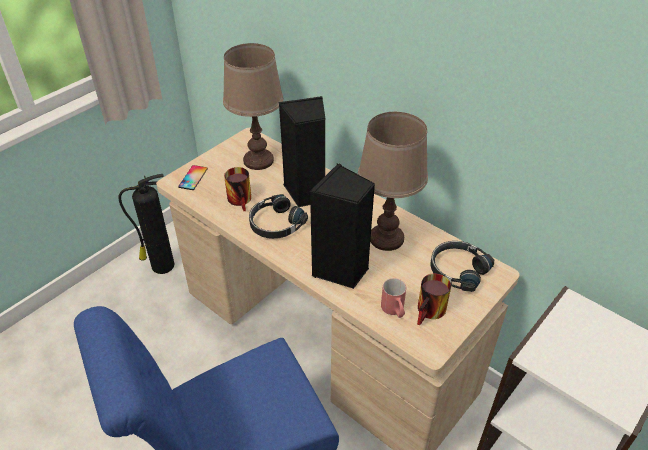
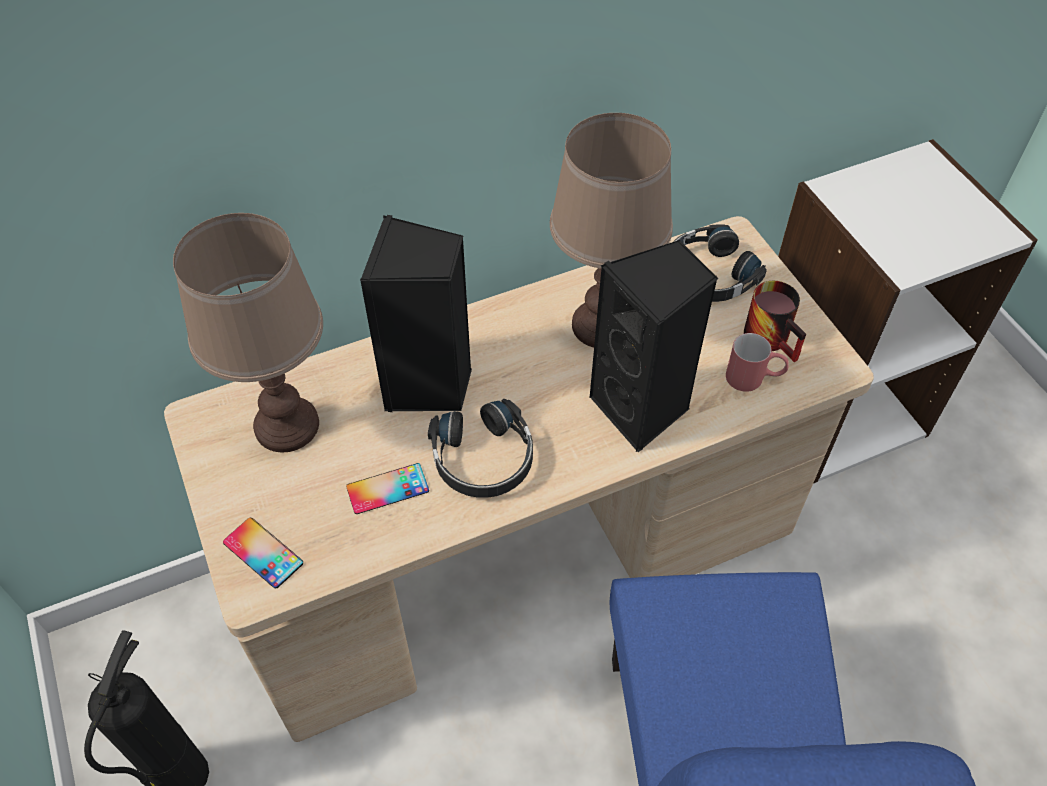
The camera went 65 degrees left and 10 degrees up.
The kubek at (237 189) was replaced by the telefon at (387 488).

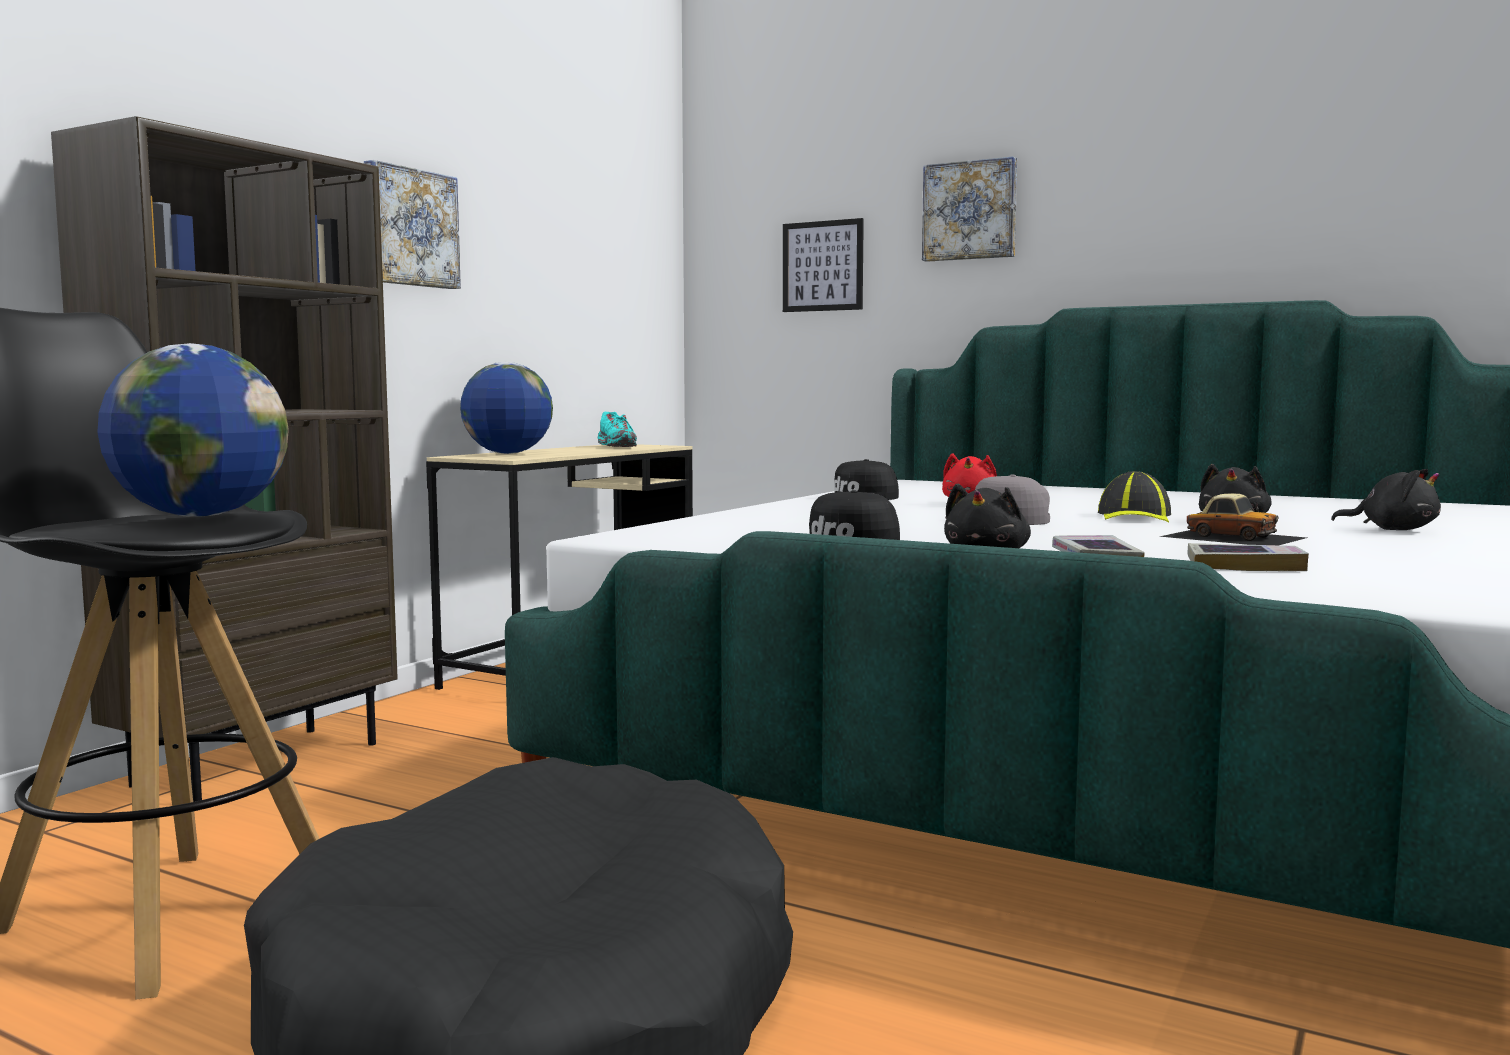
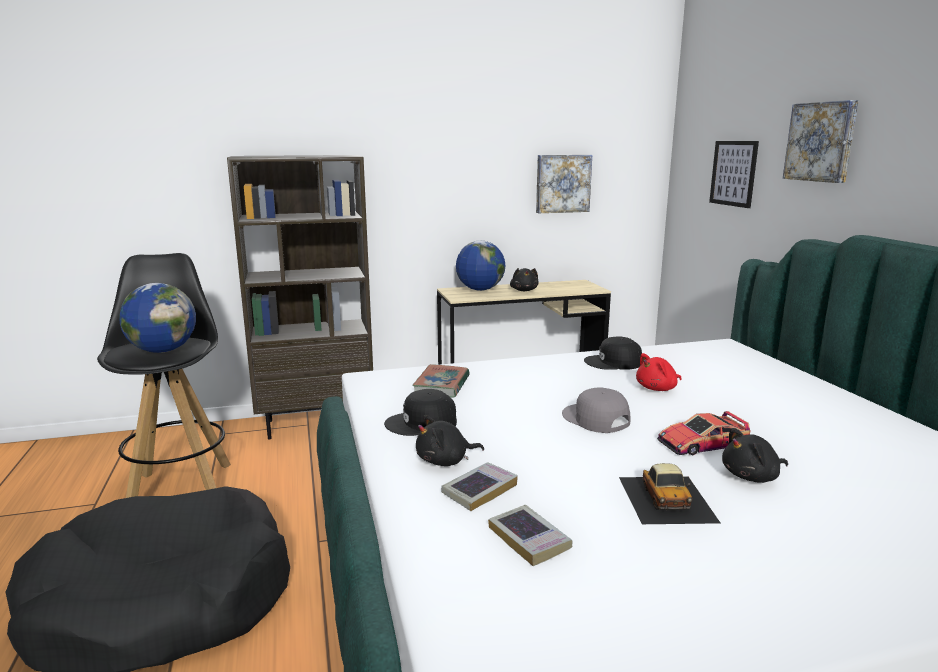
The camera went 45 degrees right and 10 degrees up.
The obraz moved from (412 224) to (564 184).
The but/turkusowy at (617 429) disappeared.
The pluszak/czarny moved from (1386 499) to (524 279).
The czapka z daszkiem at (1134 496) was replaced by the samochodzik at (704 433).
The książka at (441 380) appeared.

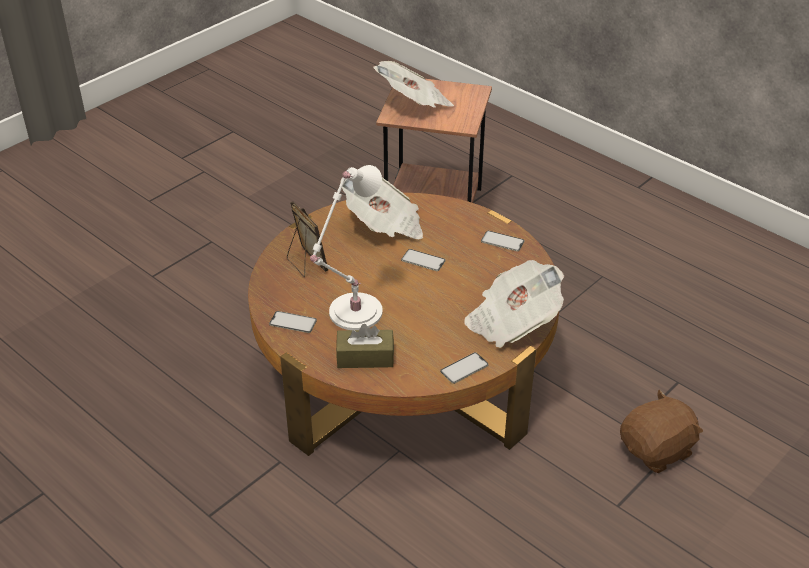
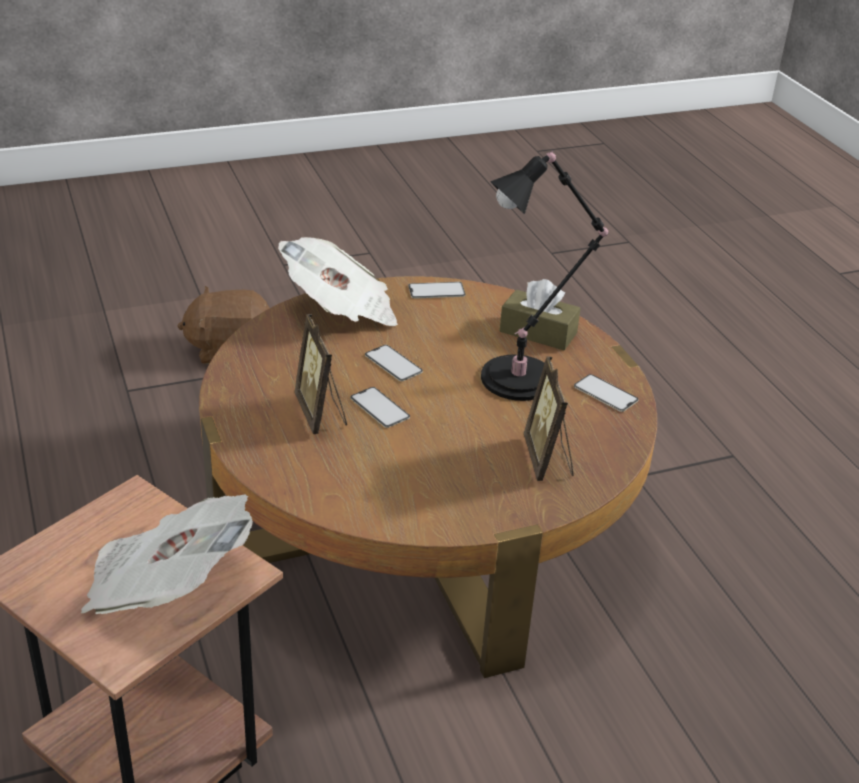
The camera went 155 degrees left and 5 degrees down.
The lampa stołowa/biały at (346 247) became the lampa stołowa/czarny at (544 275).
The gazeta at (381 208) disappeared.
The telefon moved from (503 241) to (394 363).
The ramka na zdjęcie at (320 374) appeared.

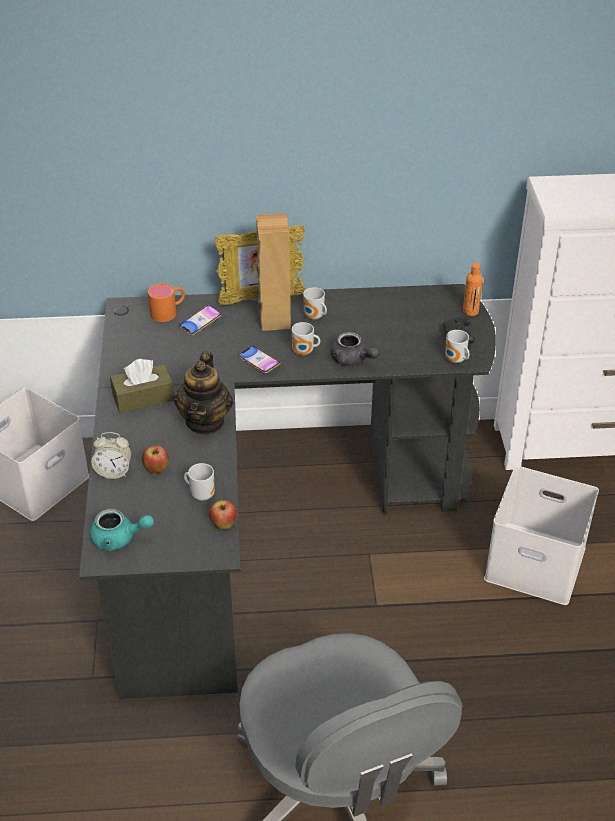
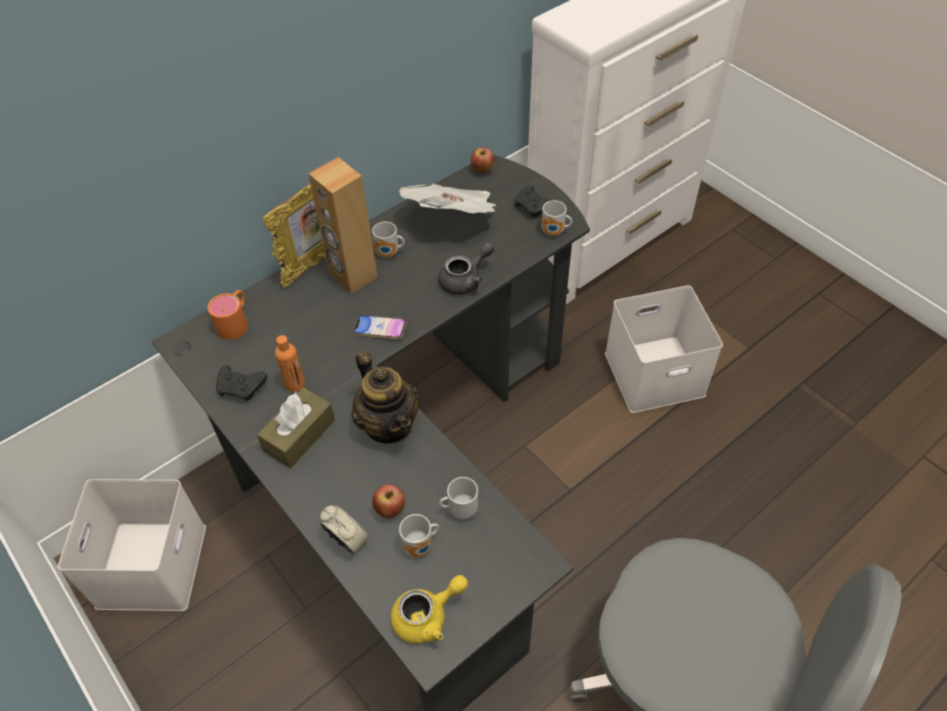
The camera went 35 degrees left and 10 degrees up.
The butelka/pomarańczowy moved from (473 289) to (290 363).
The telefon at (200 320) disappeared.
The kubek moved from (306 339) to (419 535).
The imbryk/szary at (355 349) turned 45 degrees counterclockwise.
The budzik at (111 455) turned 105 degrees counterclockwise.
The jabłko moved from (223 515) to (482 161).
The imbryk/turkusowy at (122 530) became the imbryk/żółty at (429 609).
The gazeta at (447 198) appeared.
The pad do gier/czarny at (241 383) appeared.

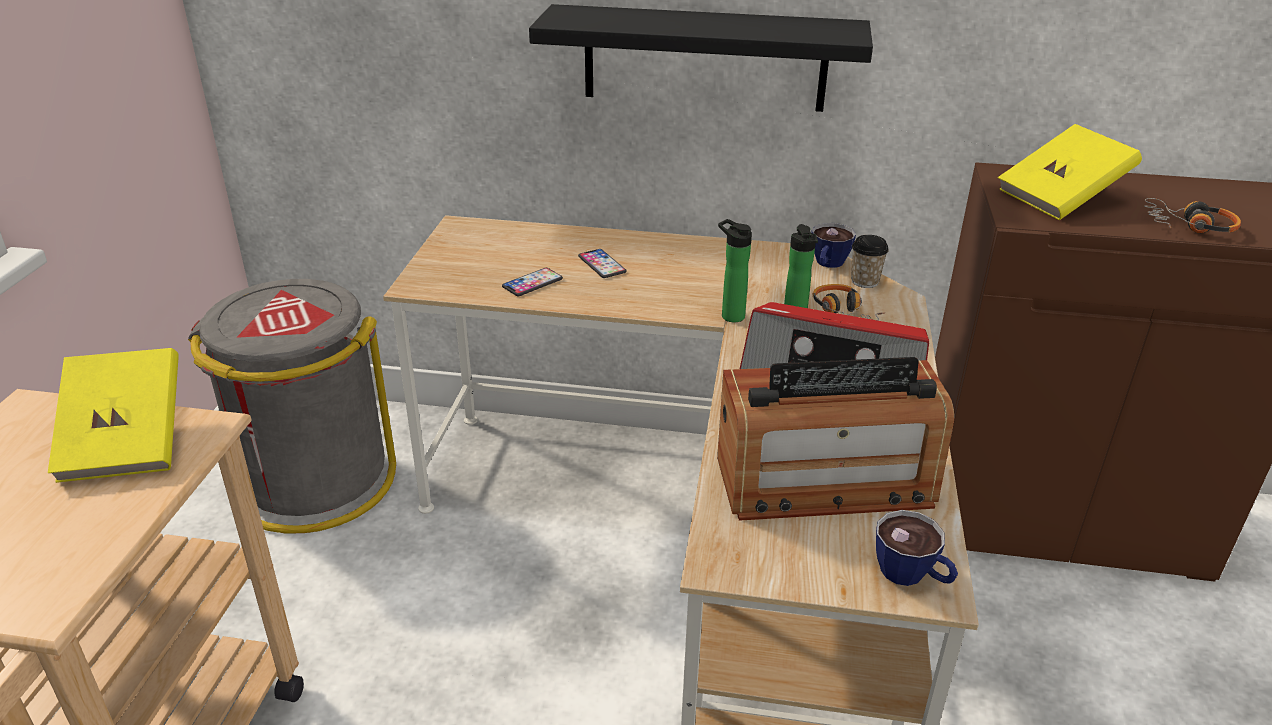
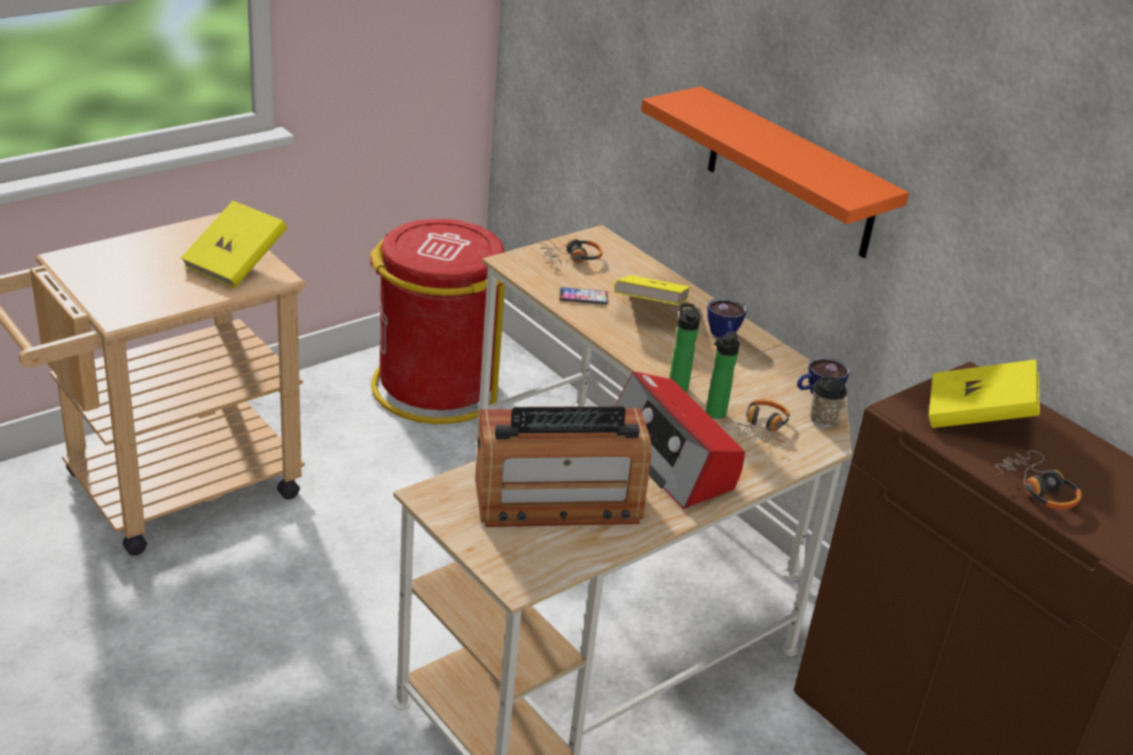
The camera went 40 degrees right and 0 degrees up.
The półka/czarny at (701 58) became the półka/pomarańczowy at (775 172).
The telefon at (602 263) was replaced by the książka/żółty at (652 290).
The kosz na śmieci/szary at (292 406) became the kosz na śmieci/czerwony at (437 321).
The radio at (835 439) turned 45 degrees counterclockwise.
The filiżanka moved from (917 548) to (727 317).
The słuchawki at (571 251) appeared.

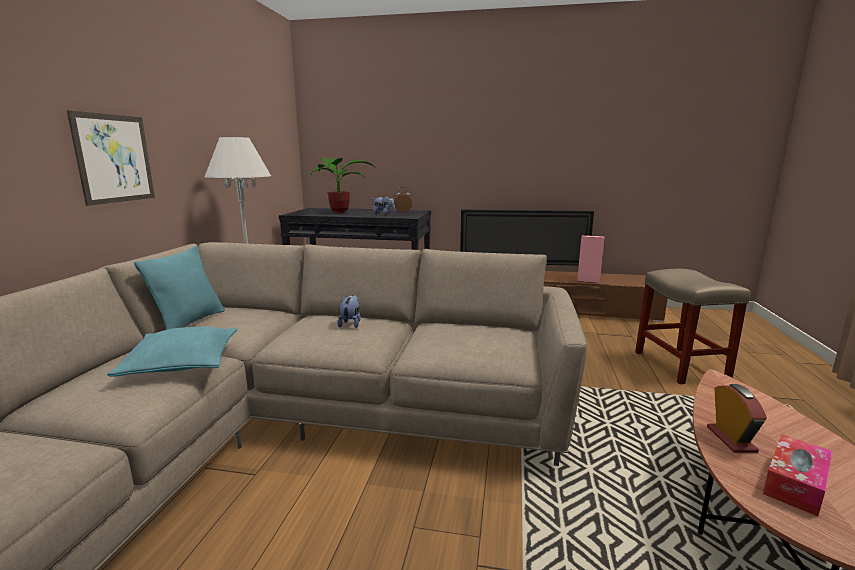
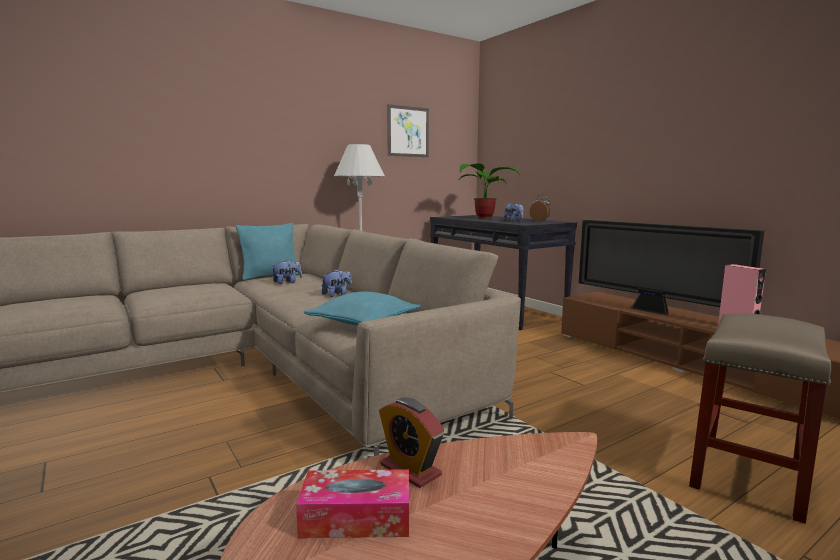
The camera went 45 degrees right and 5 degrees down.
The obraz moved from (111 158) to (408 130).
The poduszka/turkusowy moved from (172 352) to (362 308).
The budzik at (737 418) turned 90 degrees clockwise.
The pluszak at (286 272) appeared.

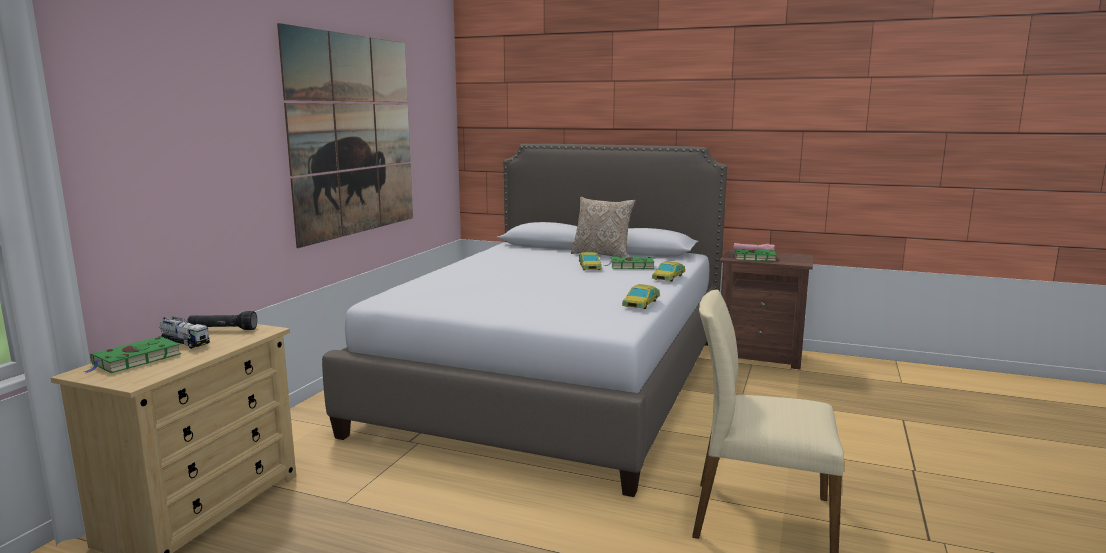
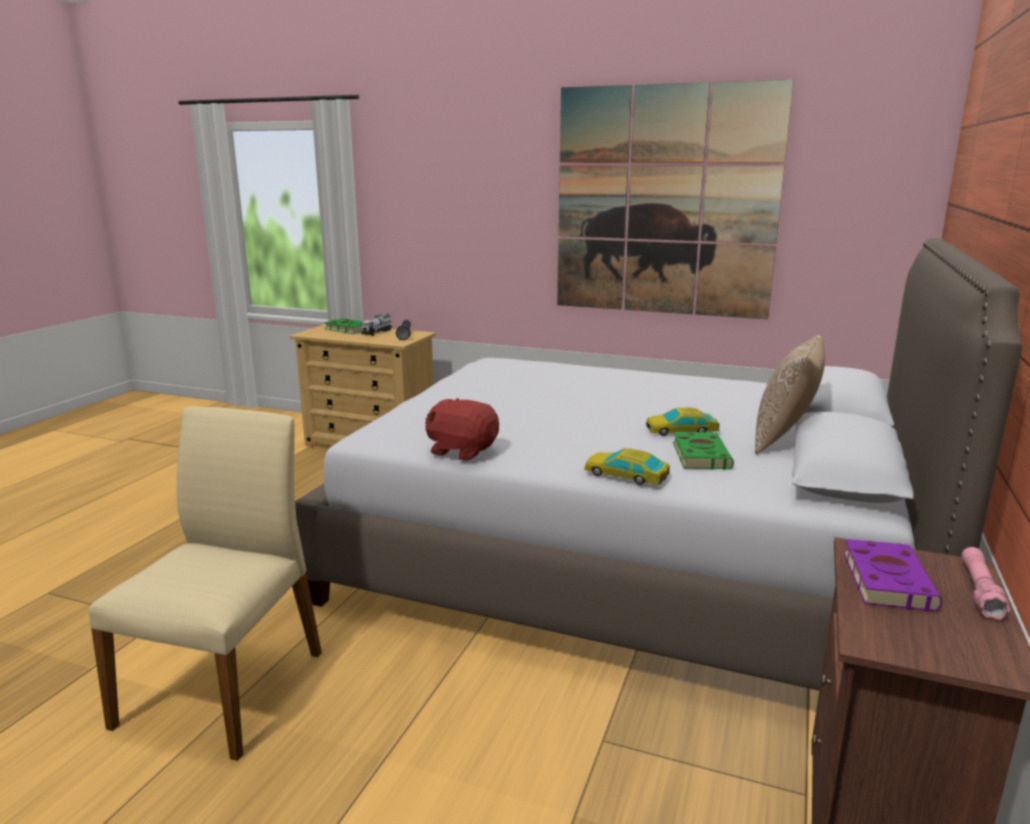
The camera went 90 degrees right and 5 degrees up.
The książka/zielony at (753 255) became the książka/fioletowy at (892 575).
The samochodzik at (641 296) was replaced by the pluszak/czerwony at (462 429).

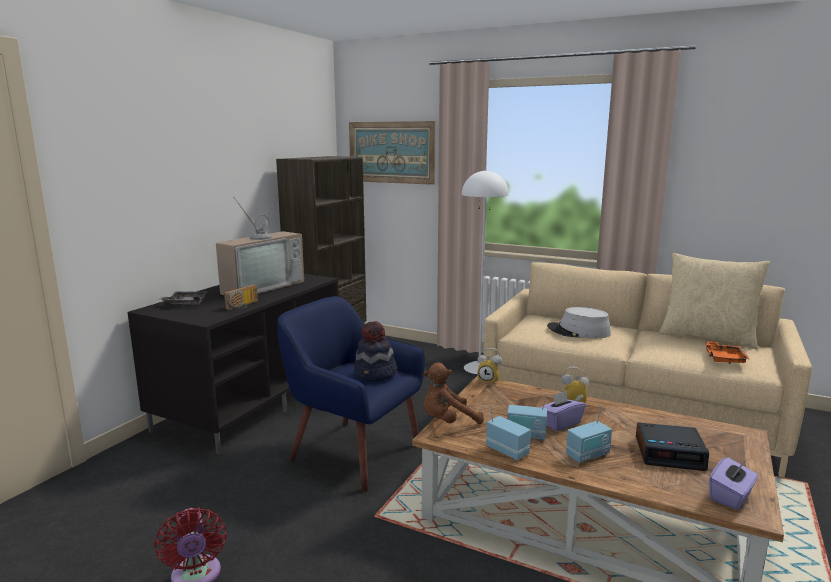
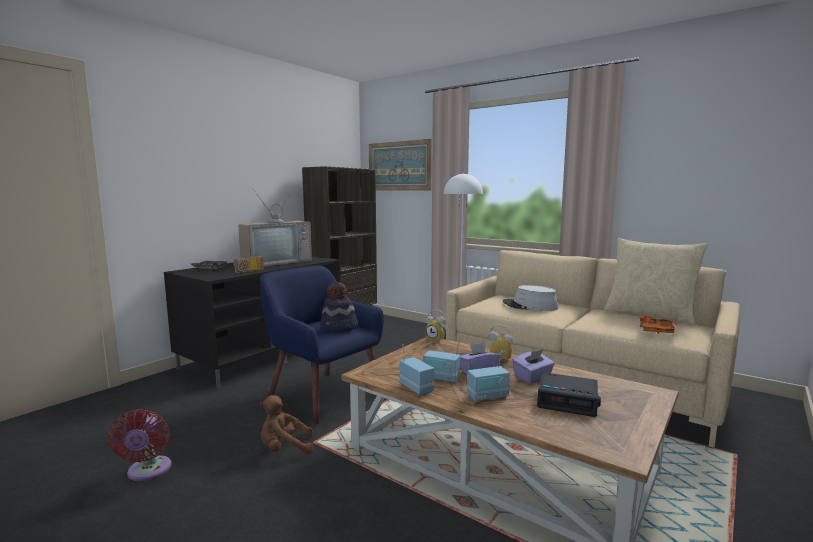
The camera went 10 degrees right and 5 degrees down.
The pluszak/brązowy moved from (453 393) to (286 425).
The pudełko chusteczek/fioletowy moved from (733 483) to (533 366).

